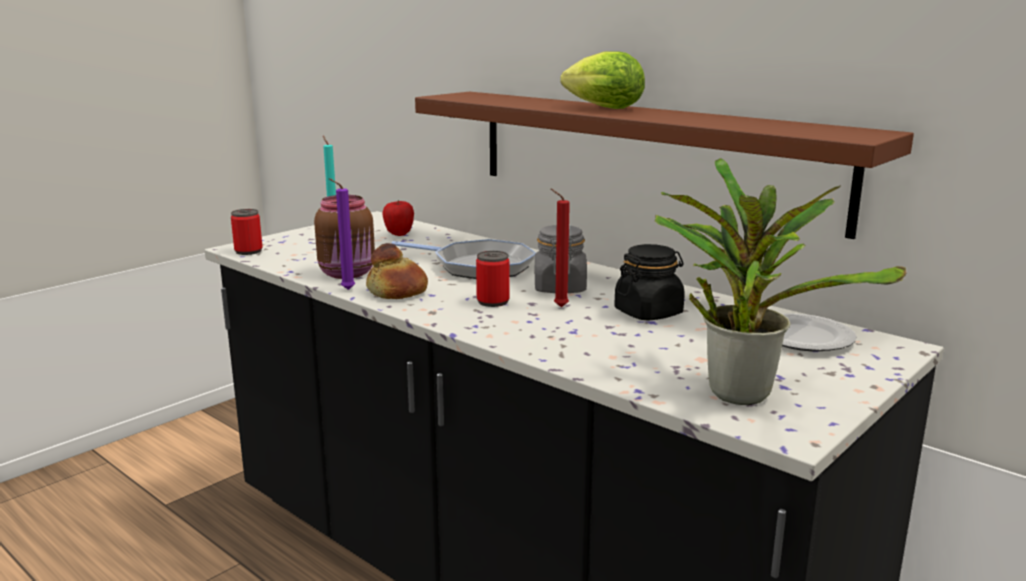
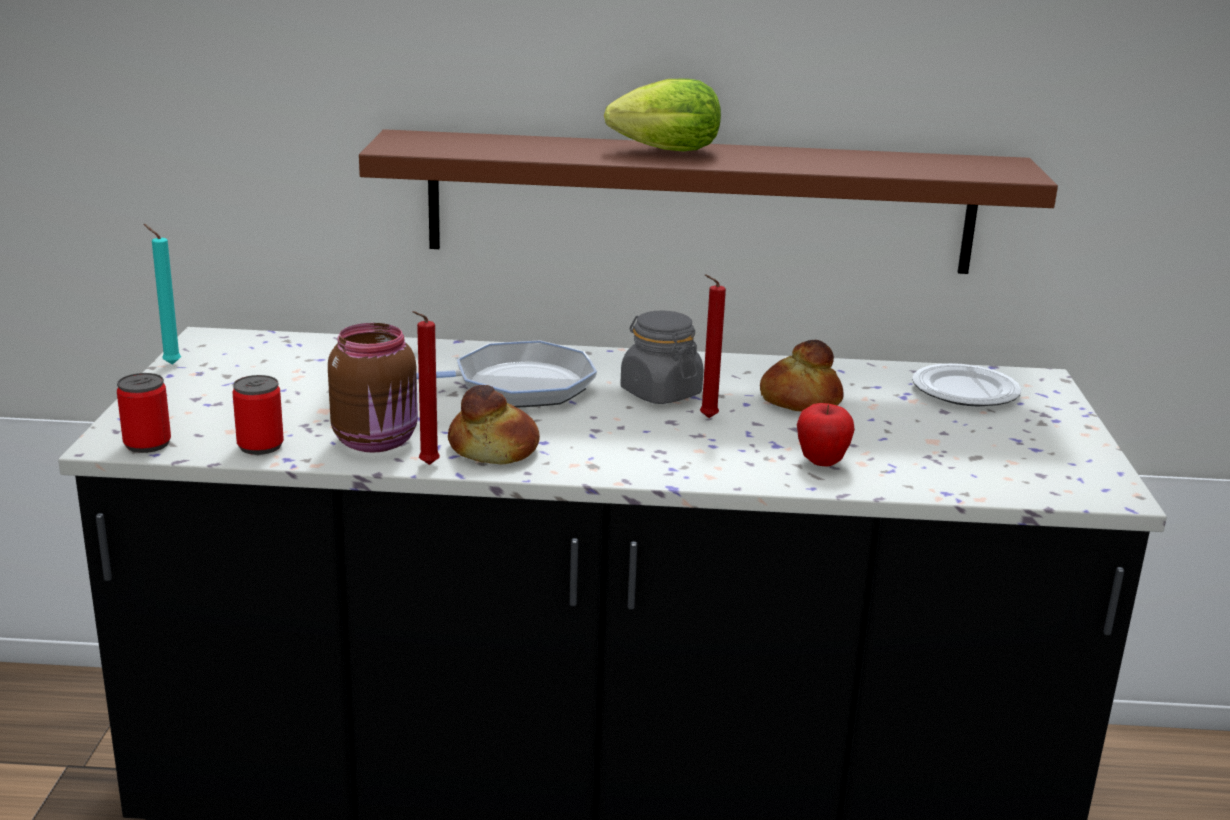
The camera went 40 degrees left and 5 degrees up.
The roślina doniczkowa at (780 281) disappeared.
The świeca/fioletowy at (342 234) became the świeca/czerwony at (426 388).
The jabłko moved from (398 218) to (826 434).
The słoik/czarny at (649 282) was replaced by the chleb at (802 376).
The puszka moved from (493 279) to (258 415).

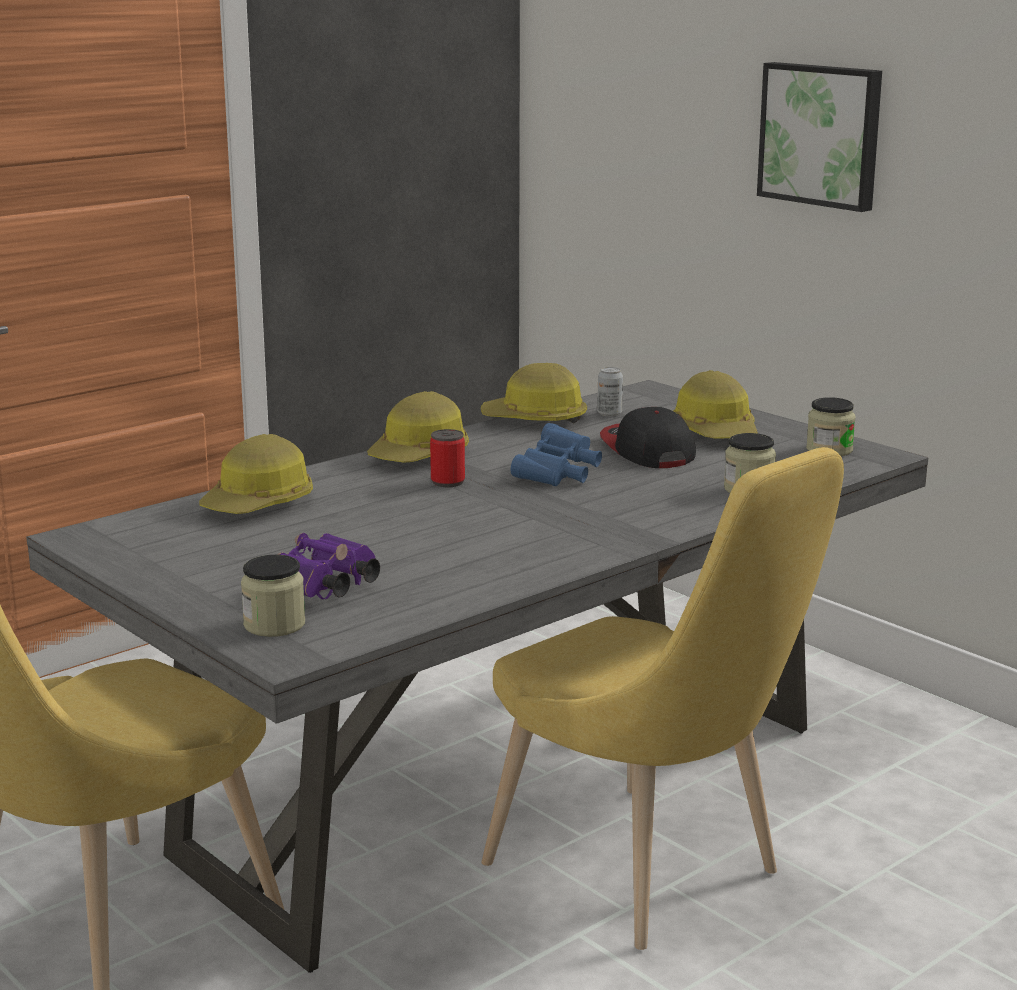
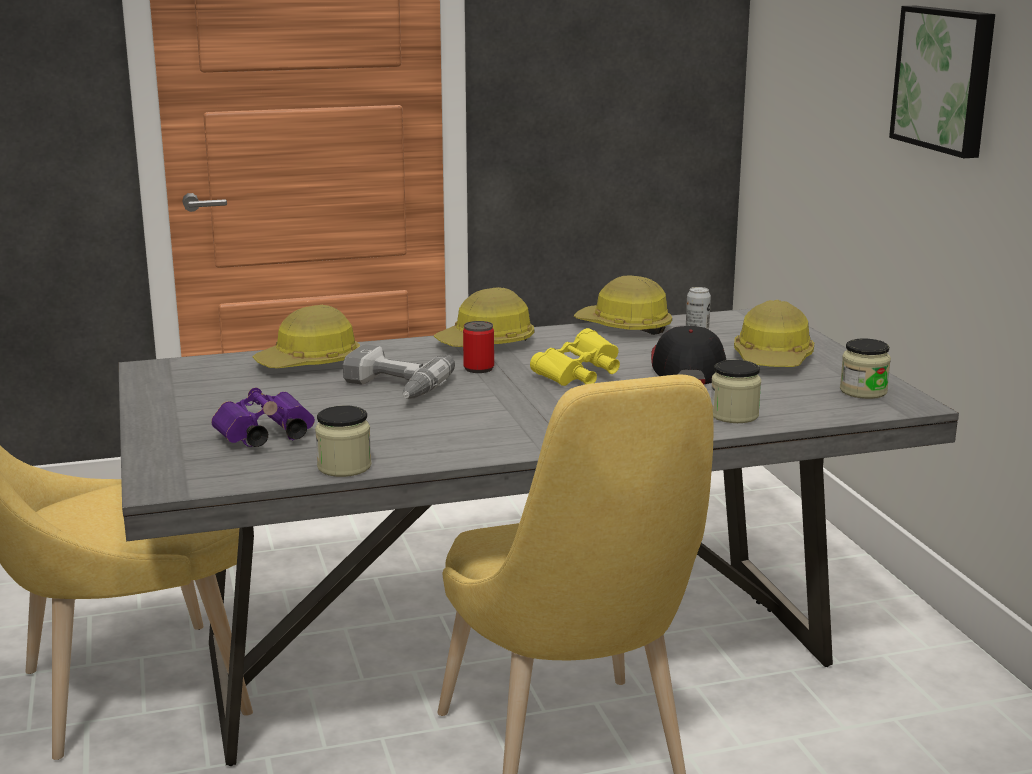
The camera went 25 degrees right and 0 degrees up.
The lornetka/niebieski at (556 454) became the lornetka/żółty at (575 357).
The słoik moved from (273 596) to (343 441).
The wiertarka at (399 371) appeared.

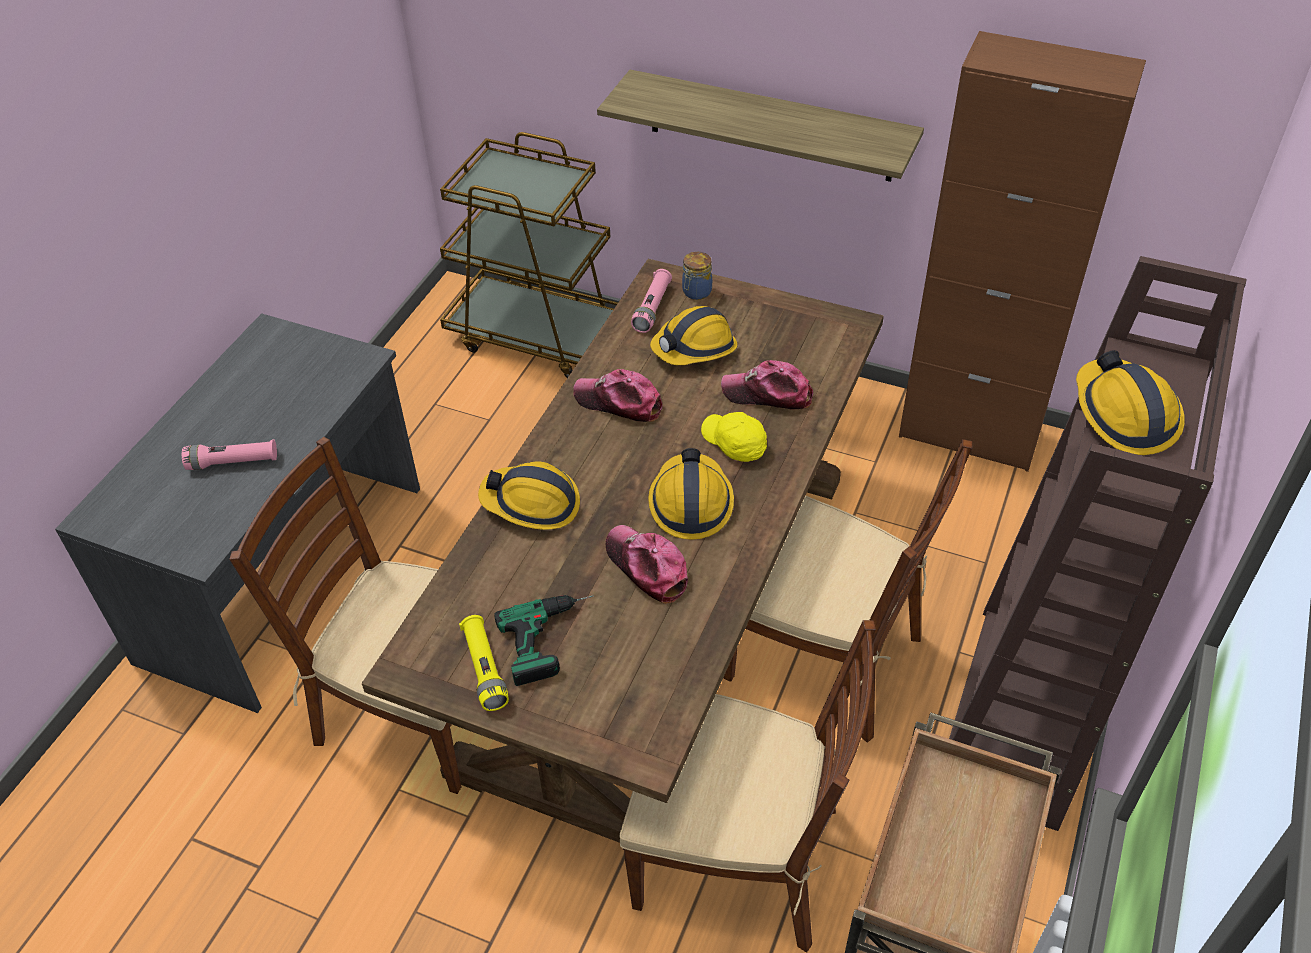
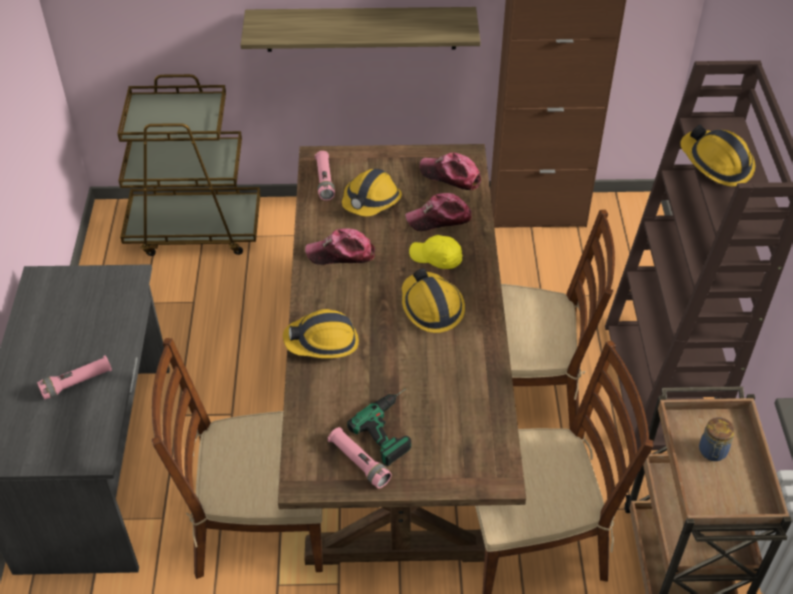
The camera went 25 degrees left and 0 degrees up.
The słoik moved from (697 276) to (717 439).
The czapka z daszkiem moved from (647 564) to (450 171).
The latarka/żółty at (484 663) became the latarka/różowy at (360 457).

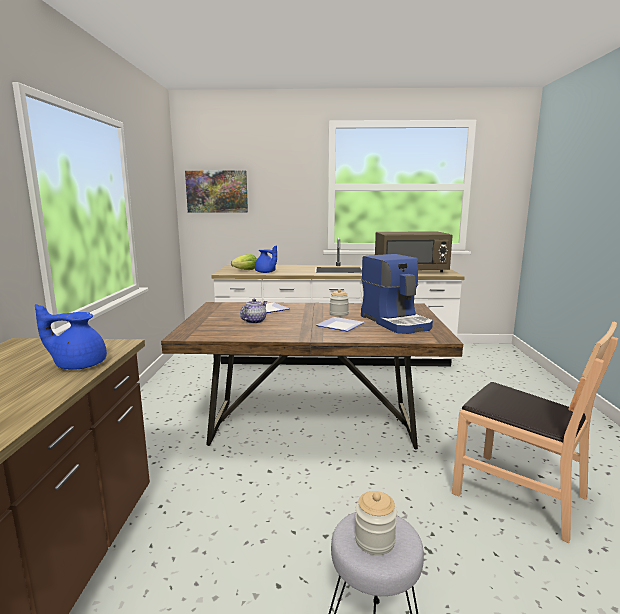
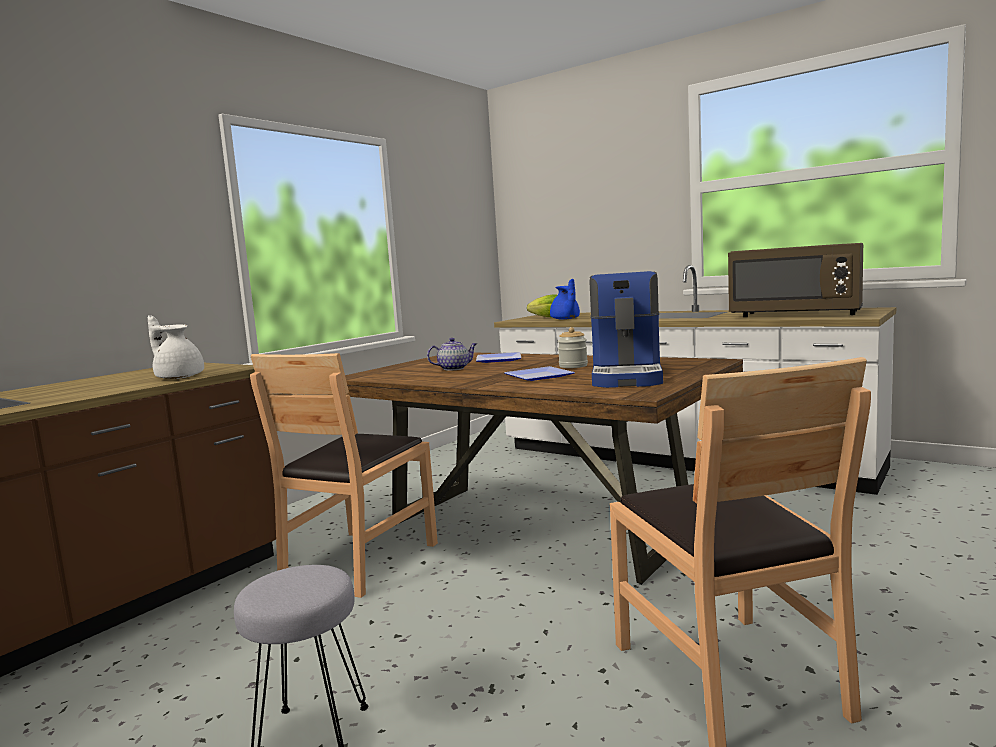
The camera went 35 degrees right and 5 degrees down.
The obraz at (216 191) disappeared.
The imbryk/niebieski at (71 336) became the imbryk/biały at (176 347).
The słoik at (376 523) disappeared.
The krzesło/brązowy at (344 475) appeared.

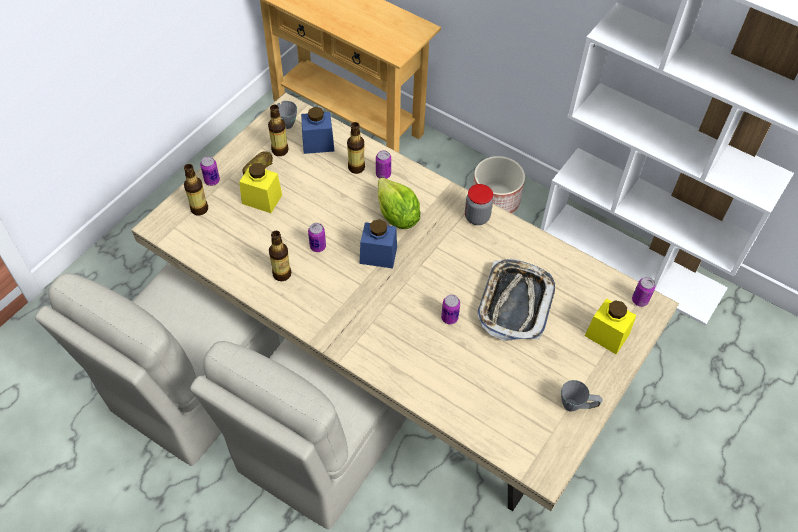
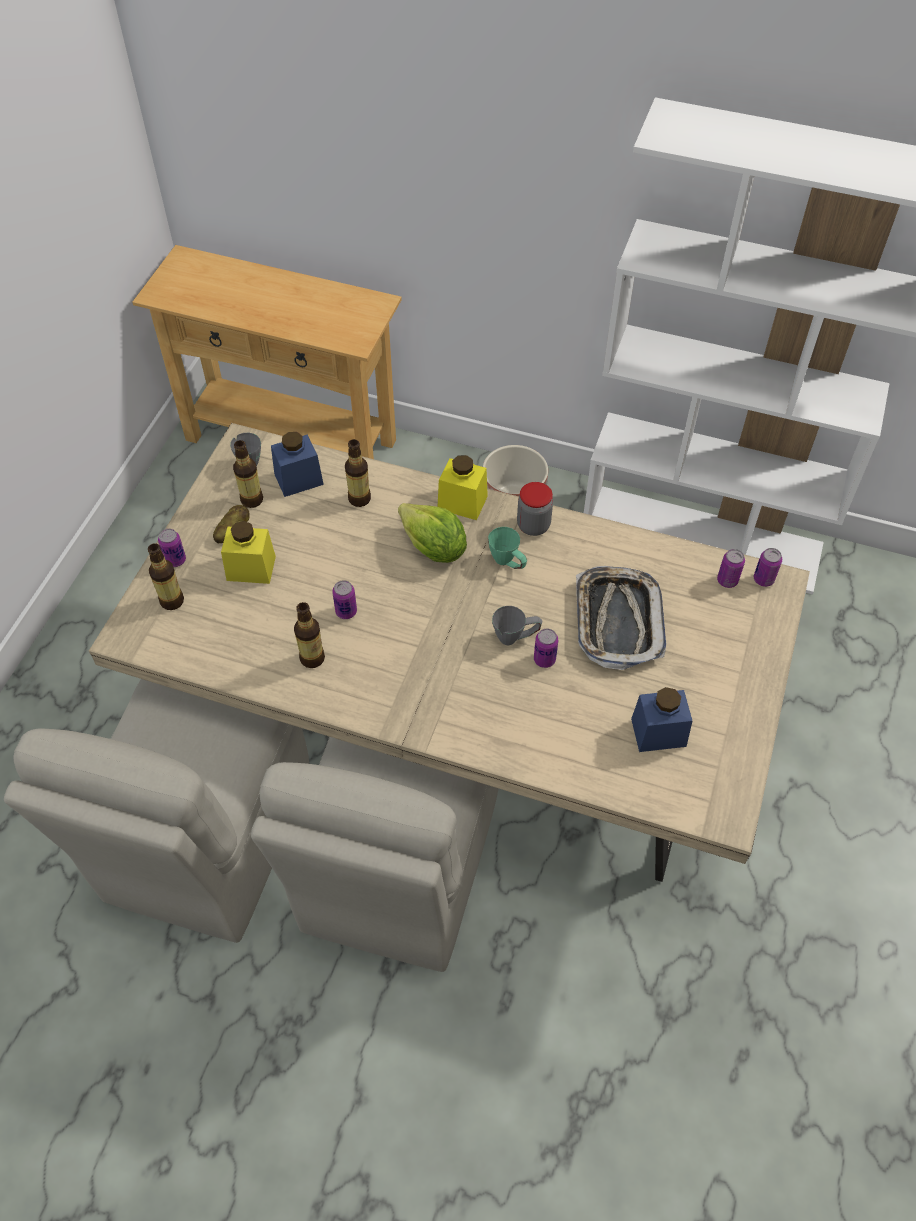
The camera went 15 degrees left and 0 degrees up.
The puszka moved from (383 164) to (731 568).
The słoik/niebieski moved from (378 243) to (661 719).
The słoik/żółty moved from (610 326) to (463 487).
The kubek/szary moved from (582 396) to (517 625).
The kubek/zielony at (507 548) appeared.

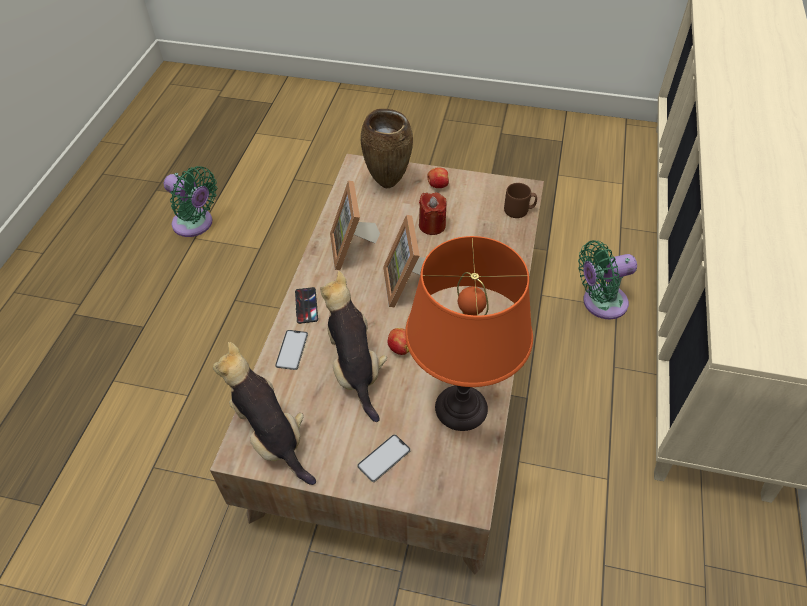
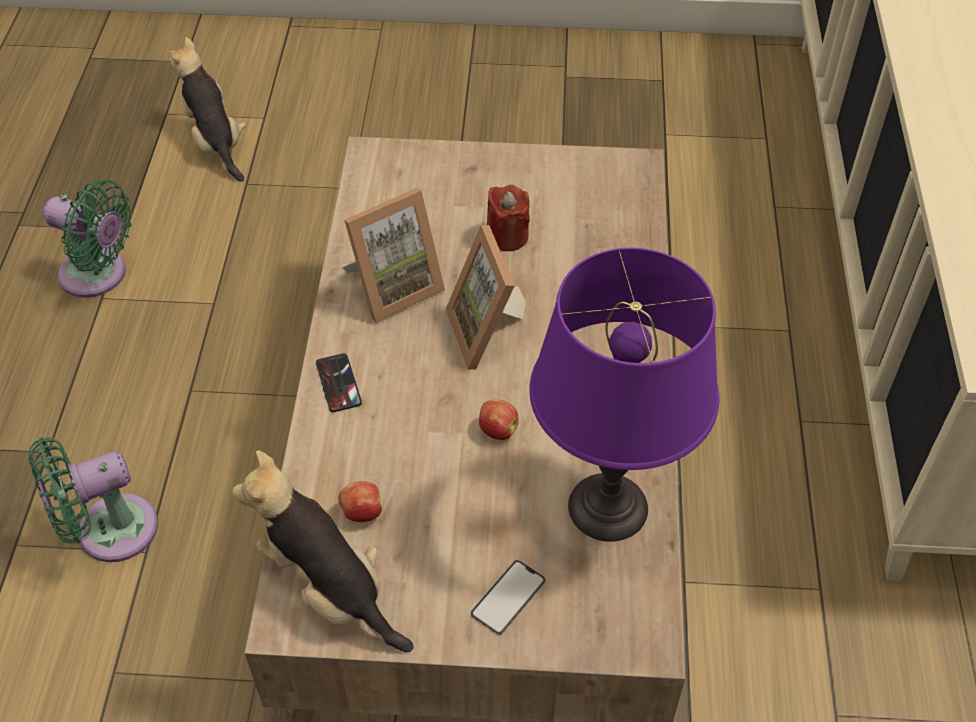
The camera went 10 degrees left and 0 degrees up.
The wazon/brązowy at (387 148) disappeared.
The jabłko moved from (438 177) to (360 501).
The ramka na zdjęcie at (355 225) turned 105 degrees counterclockwise.
The kubek/brązowy at (520 200) disappeared.
The lampa stołowa/pomarańczowy at (469 333) became the lampa stołowa/fioletowy at (624 395).
The wentylator/zielony moved from (607 279) to (93 499).
The pluszak moved from (353 346) to (207 109).
The telefon at (291 350) disappeared.

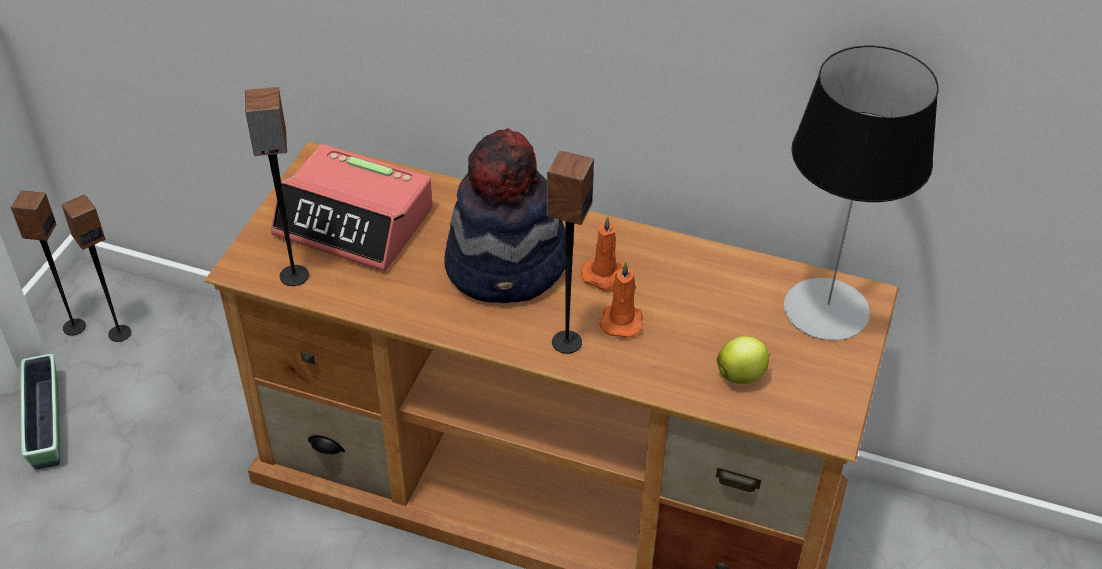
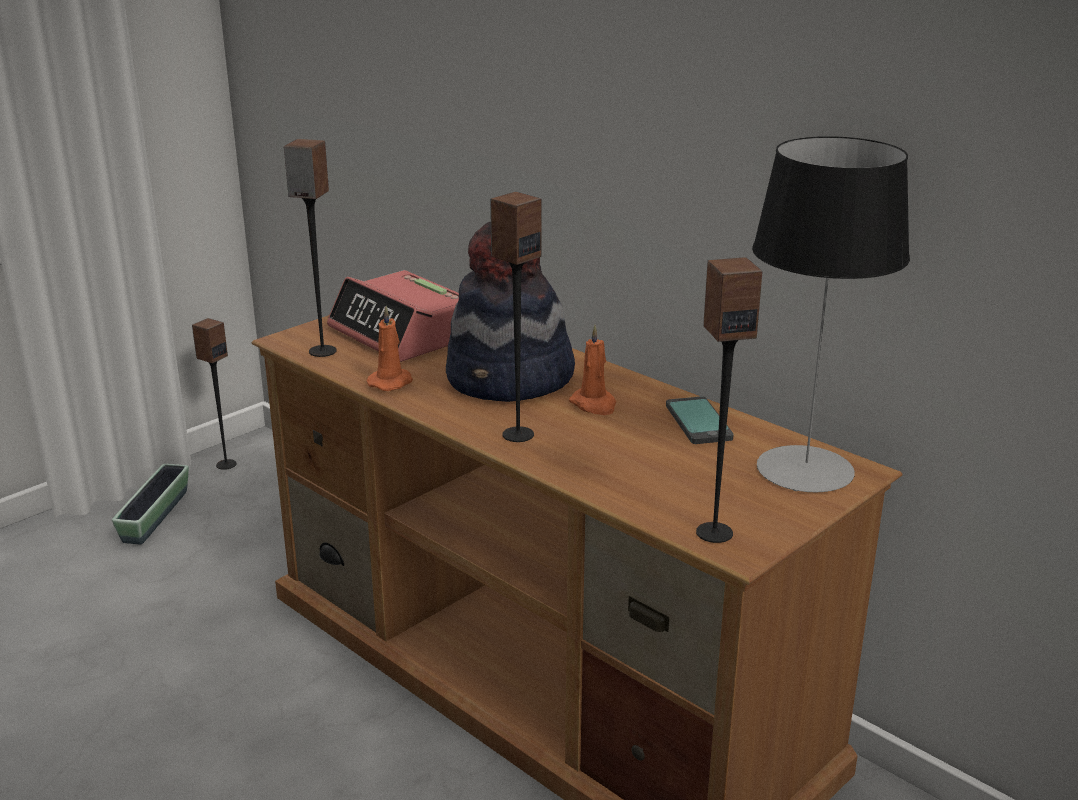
The camera went 25 degrees right and 20 degrees down.
The głośnik moved from (96 268) to (729 400).
The świeca/pomarańczowy moved from (621 299) to (390 348).
The jabłko at (744 360) disappeared.
The telefon at (700 420) appeared.

